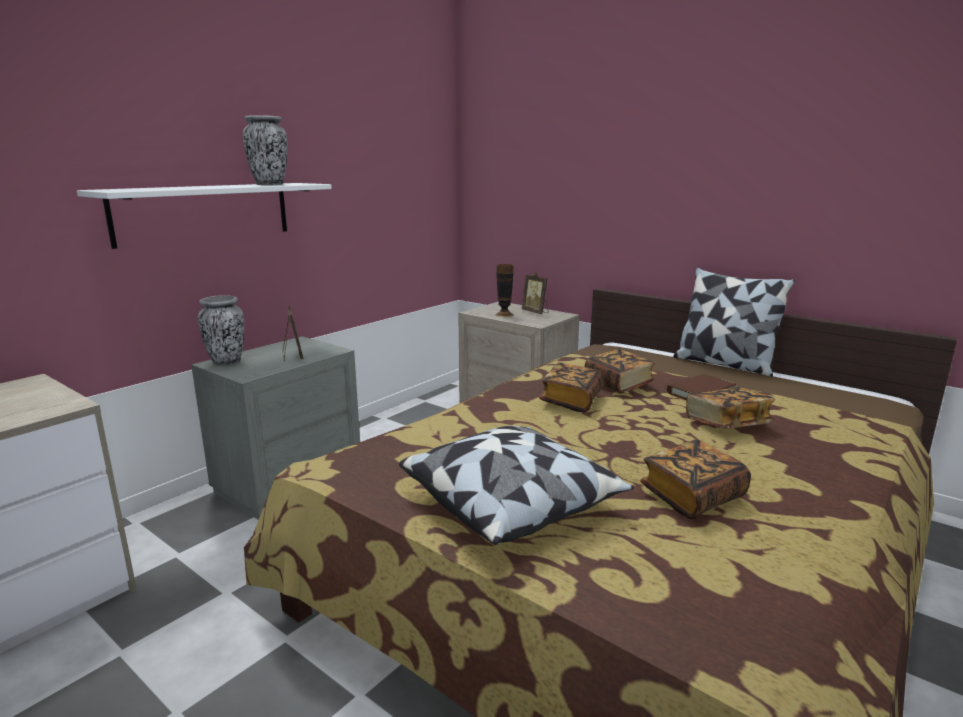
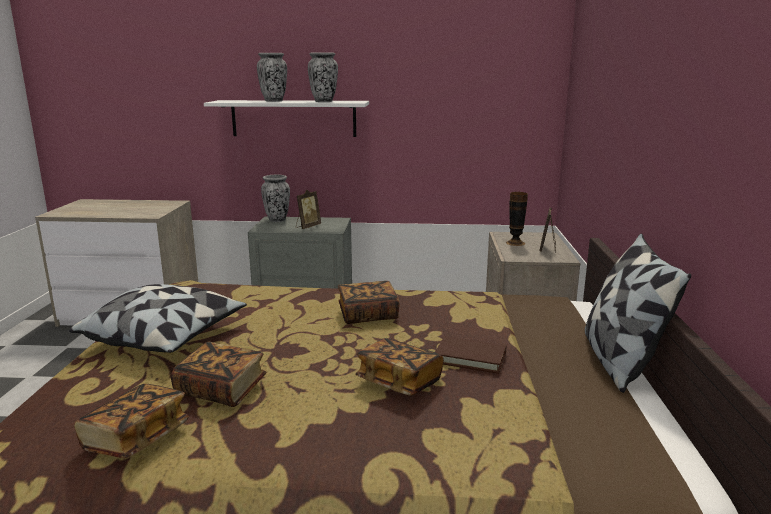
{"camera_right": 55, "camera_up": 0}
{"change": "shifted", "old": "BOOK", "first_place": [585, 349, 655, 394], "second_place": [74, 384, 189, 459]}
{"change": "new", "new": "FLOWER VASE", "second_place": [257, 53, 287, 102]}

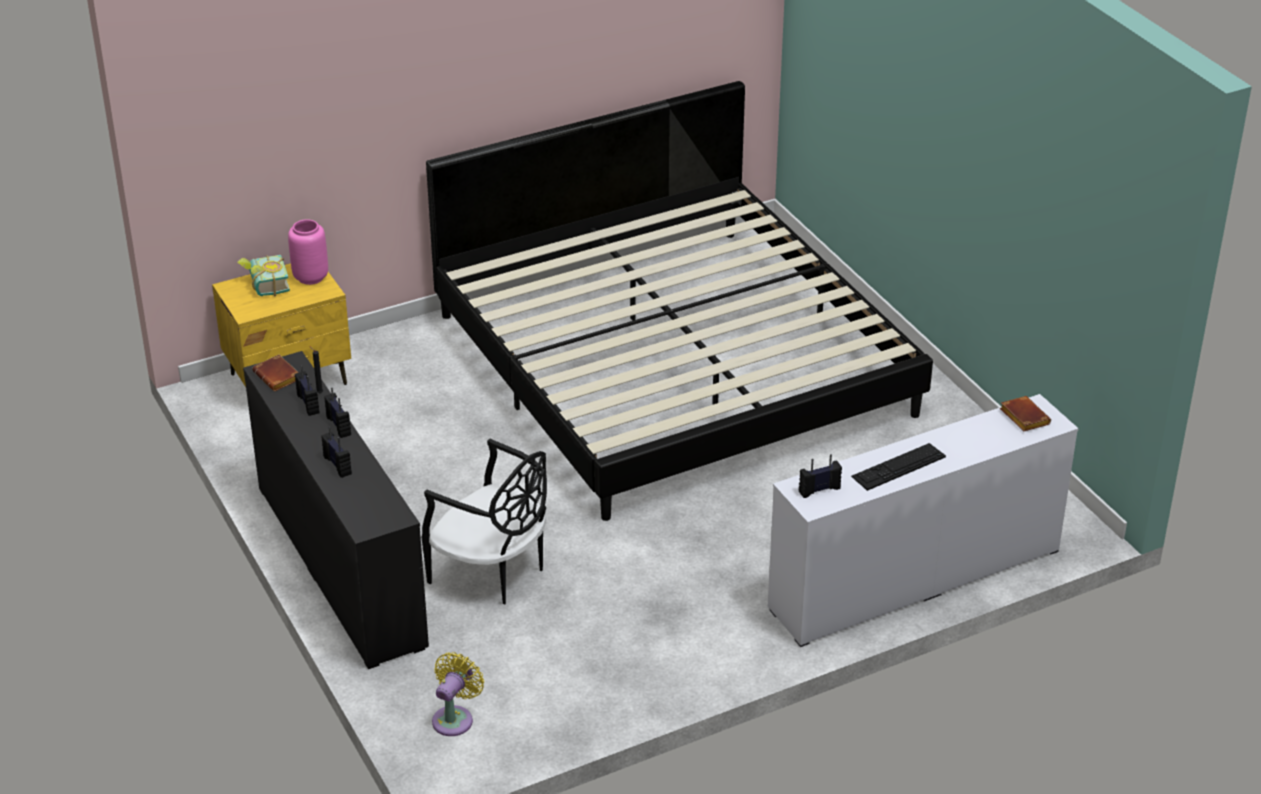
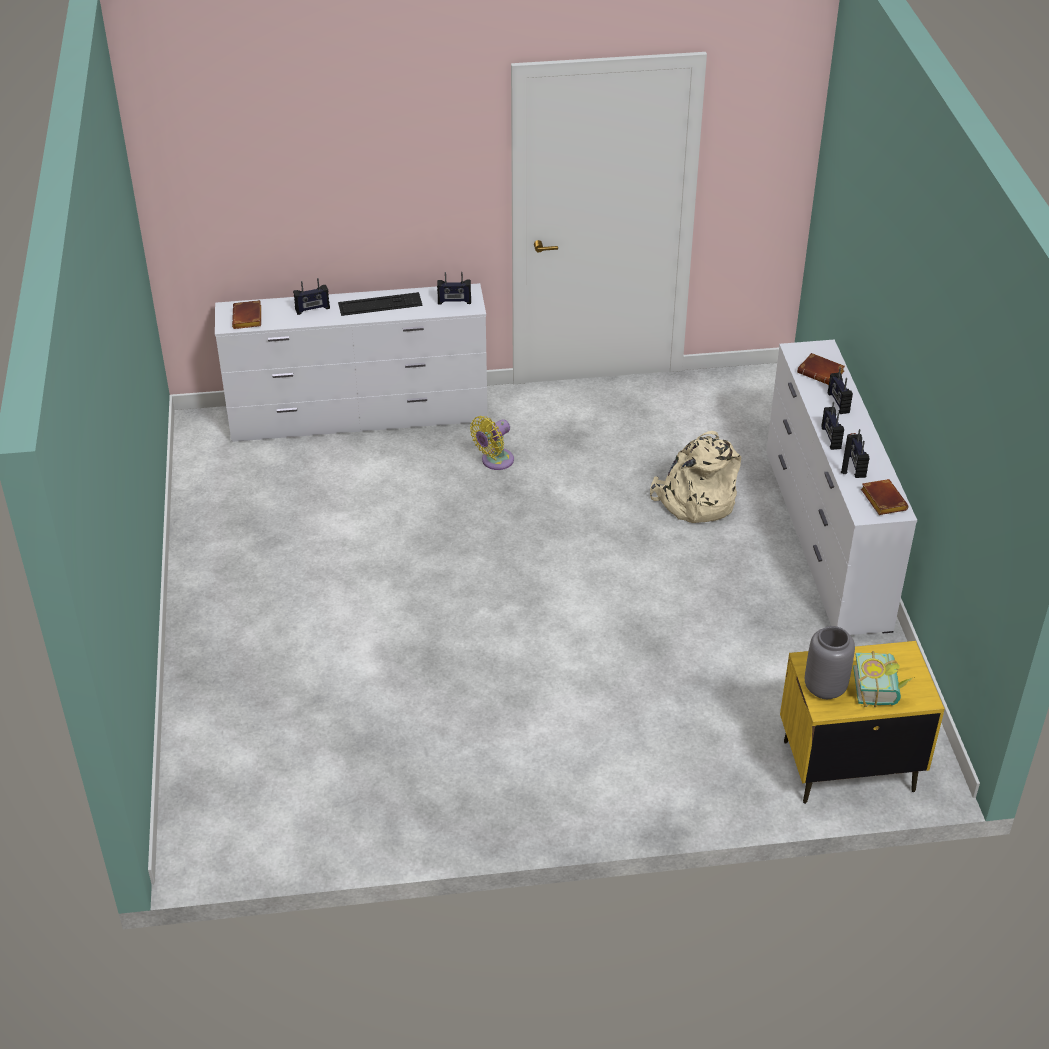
{"camera_right": -160, "camera_up": 5}
{"change": "new", "new": "RADIO SET", "second_place": [293, 278, 330, 315]}
{"change": "shifted", "old": "YELLOWISH ELECTRIC FAN", "first_place": [432, 652, 484, 736], "second_place": [470, 416, 514, 470]}
{"change": "swapped", "old": "BLACK-COLOURED PLAIN CHAIR", "new": "BEIGE RUCKSACK", "first_place": [421, 439, 547, 604], "second_place": [650, 431, 741, 523]}
{"change": "repainted", "old": "BLACK-COLOURED DRAWER CHEST", "new": "WHITE DRAWER CHEST", "first_place": [243, 351, 429, 669], "second_place": [766, 339, 917, 635]}
{"change": "new", "new": "BROWN-COLOURED BOOK", "second_place": [797, 353, 845, 385]}
{"change": "repainted", "old": "PINK-COLOURED FLOWER VASE", "new": "GREY FLOWER VASE", "first_place": [288, 219, 328, 285], "second_place": [805, 626, 855, 699]}
{"change": "gone", "old": "BED", "first_place": [426, 81, 933, 521]}

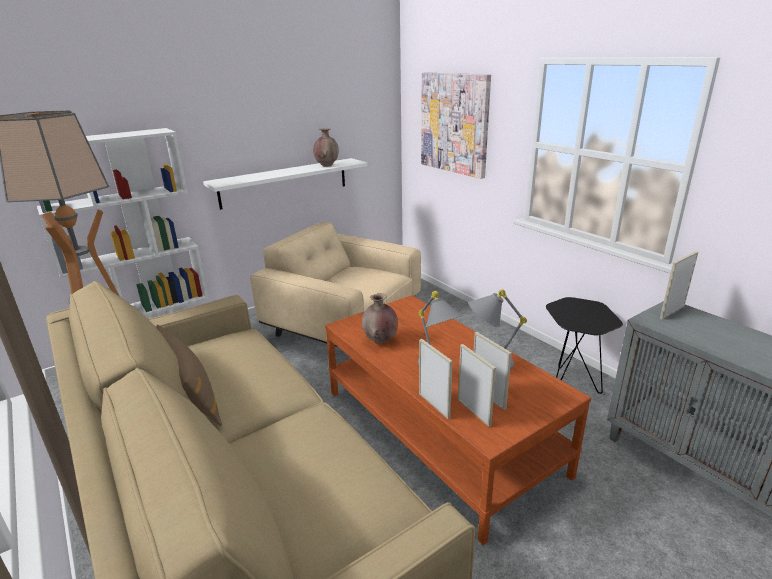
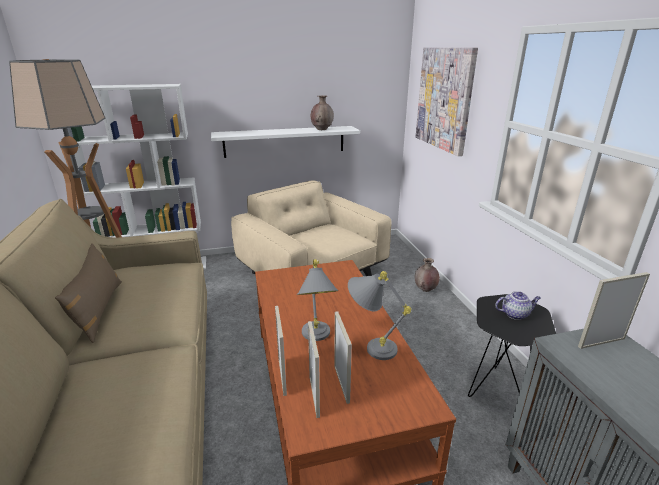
{"camera_right": 20, "camera_up": 0}
{"change": "shifted", "old": "BROWN-COLOURED FLOWER VASE", "first_place": [362, 293, 398, 344], "second_place": [415, 258, 440, 292]}
{"change": "new", "new": "TEAPOT", "second_place": [495, 292, 541, 320]}

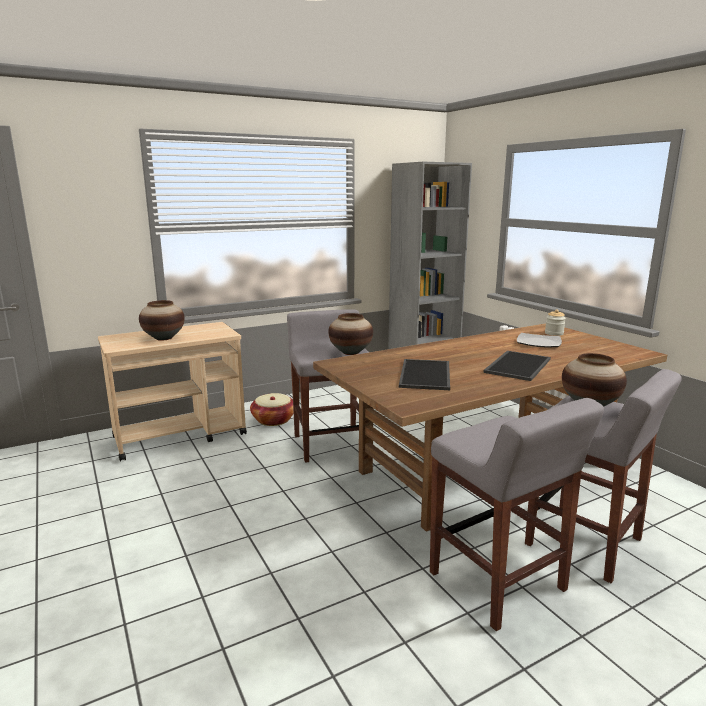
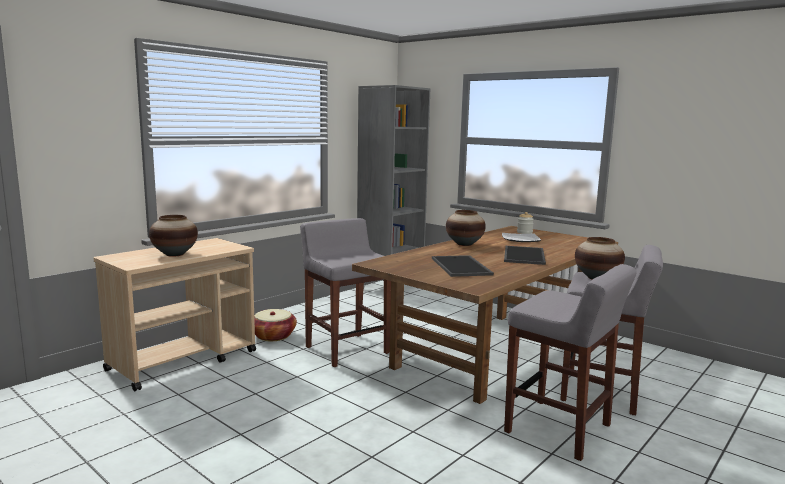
{"camera_right": -20, "camera_up": -5}
{"change": "shifted", "old": "FLOWER VASE", "first_place": [328, 313, 373, 355], "second_place": [446, 210, 486, 246]}

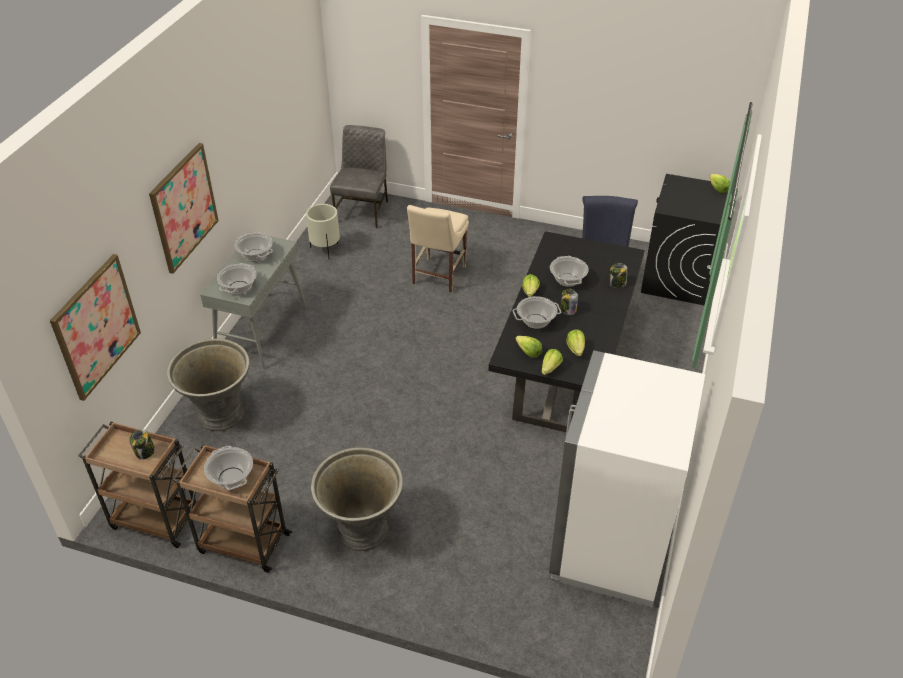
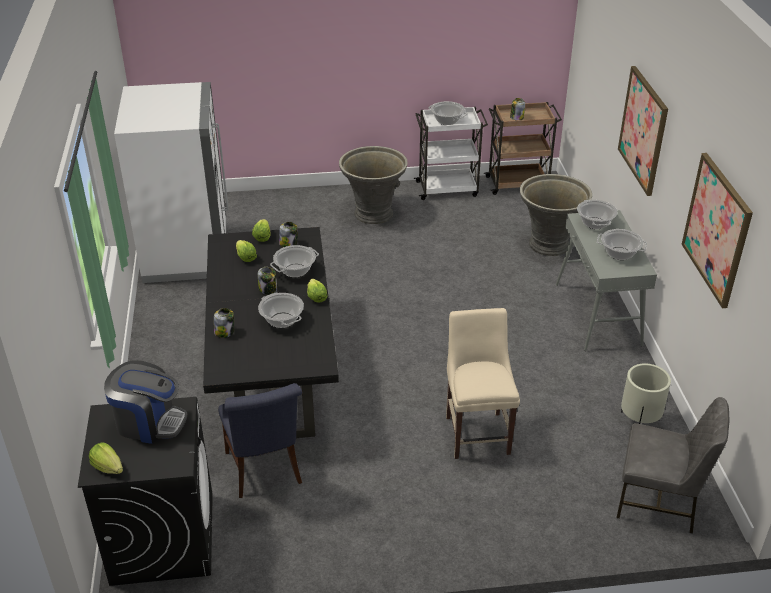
{"camera_right": 155, "camera_up": -5}
{"change": "new", "new": "COFFEE MACHINE", "second_place": [104, 360, 187, 444]}
{"change": "swapped", "old": "HEAD OF LETTUCE", "new": "JAR", "first_place": [515, 336, 542, 358], "second_place": [279, 222, 298, 247]}
{"change": "repainted", "old": "BROWN-COLOURED WHEELED CART", "new": "WHITE WHEELED CART", "first_place": [172, 444, 293, 573], "second_place": [414, 107, 488, 200]}
{"change": "rotated", "old": "GREY PLAIN CHAIR", "first_place": [330, 125, 388, 228], "second_place": [617, 397, 729, 534], "degrees": -60}
{"change": "shifted", "old": "PICTURE", "first_place": [50, 254, 141, 401], "second_place": [681, 153, 753, 308]}

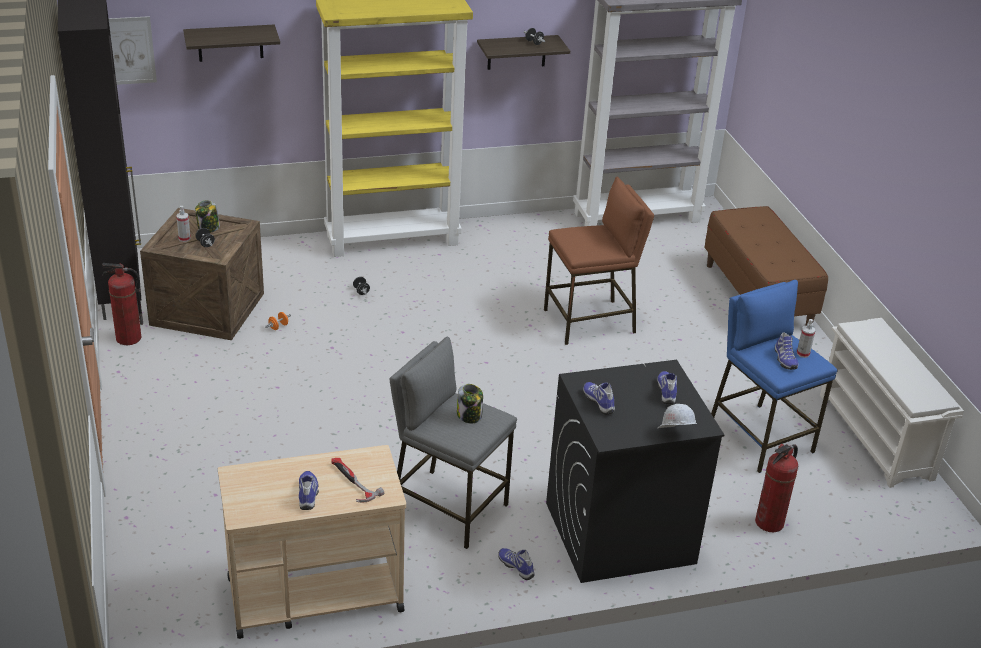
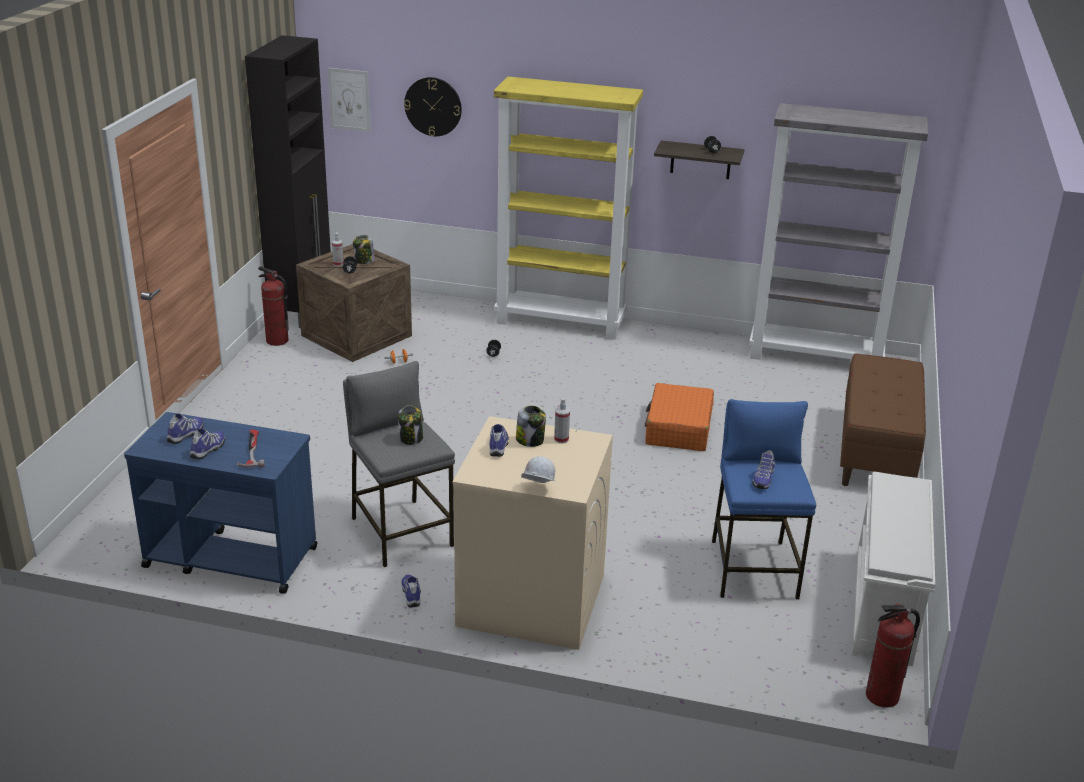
{"camera_right": 30, "camera_up": -5}
{"change": "repainted", "old": "BEIGE WHEELED CART", "new": "BLUE-COLOURED WHEELED CART", "first_place": [218, 445, 406, 639], "second_place": [124, 412, 318, 594]}
{"change": "shifted", "old": "ITEM OF FOOTWEAR", "first_place": [657, 371, 677, 405], "second_place": [167, 413, 204, 444]}
{"change": "swapped", "old": "BRACKET SHELF", "new": "WALL CLOCK", "first_place": [183, 25, 280, 62], "second_place": [404, 77, 462, 136]}
{"change": "repainted", "old": "BLACK-COLOURED LAUNDRY MACHINE", "new": "BEIGE LAUNDRY MACHINE", "first_place": [546, 360, 724, 583], "second_place": [452, 416, 613, 650]}
{"change": "new", "new": "JAR", "second_place": [516, 406, 546, 447]}
{"change": "shifted", "old": "SPRAYER", "first_place": [797, 319, 815, 358], "second_place": [554, 398, 570, 444]}
{"change": "swapped", "old": "BROWN-COLOURED STOOL", "new": "ORANGEY PIECE OF LUGGAGE", "first_place": [544, 176, 654, 345], "second_place": [645, 383, 714, 451]}
{"change": "shifted", "old": "EXTINGUISHER", "first_place": [755, 444, 798, 532], "second_place": [866, 604, 920, 708]}

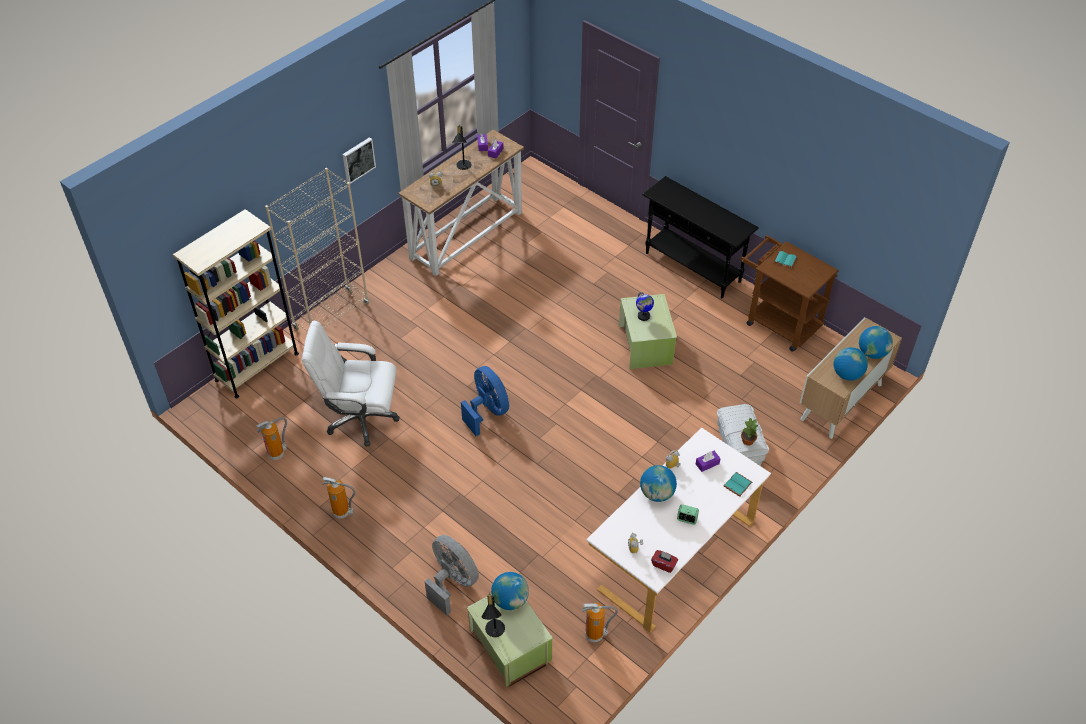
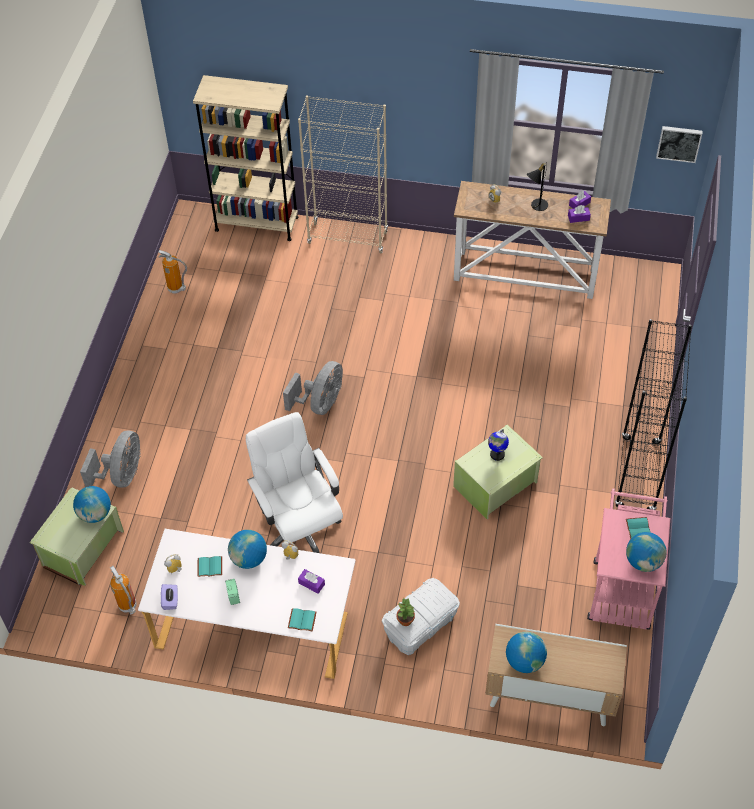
{"camera_right": 60, "camera_up": 5}
{"change": "repainted", "old": "REDDISH BOX OF TISSUES", "new": "PURPLE BOX OF TISSUES", "first_place": [651, 550, 678, 573], "second_place": [161, 584, 178, 610]}
{"change": "new", "new": "TURQUOISE-COLOURED BOOK", "second_place": [197, 556, 222, 577]}
{"change": "shifted", "old": "WHITE DESK CHAIR", "first_place": [302, 321, 400, 447], "second_place": [246, 412, 343, 553]}
{"change": "repainted", "old": "BLUE-COLOURED ELECTRIC FAN", "new": "GREY ELECTRIC FAN", "first_place": [461, 366, 509, 436], "second_place": [283, 361, 343, 415]}
{"change": "repainted", "old": "BROWN-COLOURED WHEELED CART", "new": "PINK-COLOURED WHEELED CART", "first_place": [740, 235, 839, 352], "second_place": [587, 488, 670, 630]}
{"change": "swapped", "old": "BLACK-COLOURED NARROW TABLE", "new": "BLACK-COLOURED BOOKSHELF", "first_place": [642, 176, 759, 298], "second_place": [615, 319, 692, 510]}
{"change": "shifted", "old": "DESK GLOBE", "first_place": [859, 326, 893, 359], "second_place": [626, 532, 667, 572]}
{"change": "shifted", "old": "PICTURE", "first_place": [342, 137, 376, 184], "second_place": [656, 126, 703, 163]}
{"change": "gone", "old": "EXTINGUISHER", "first_place": [322, 477, 356, 519]}
{"change": "gone", "old": "BLACK-COLOURED TABLETOP LAMP", "first_place": [482, 593, 505, 637]}

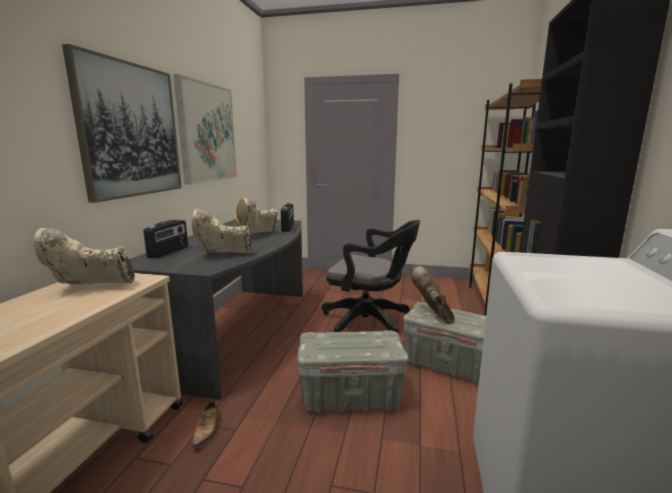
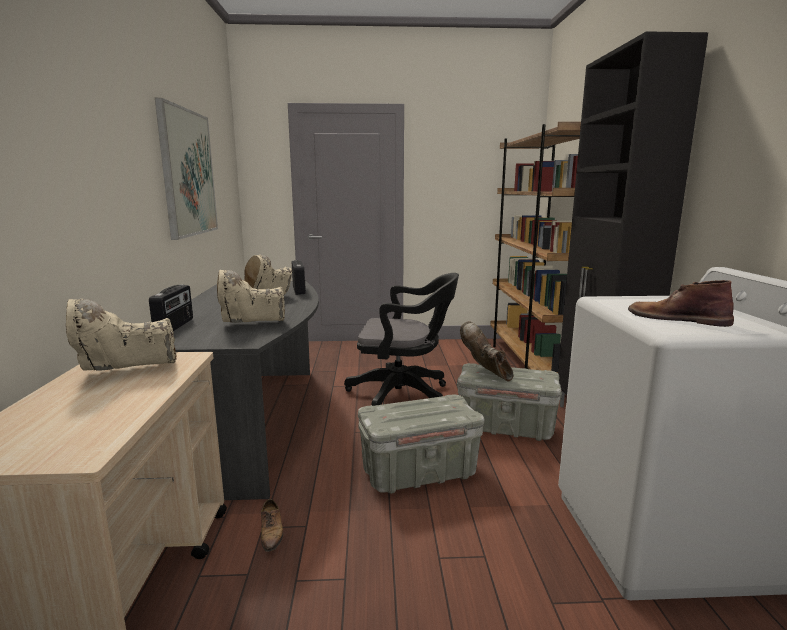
{"camera_right": -15, "camera_up": 0}
{"change": "new", "new": "BROWN-COLOURED TALL BOOT", "second_place": [628, 280, 734, 327]}
{"change": "gone", "old": "PICTURE", "first_place": [62, 44, 182, 203]}

